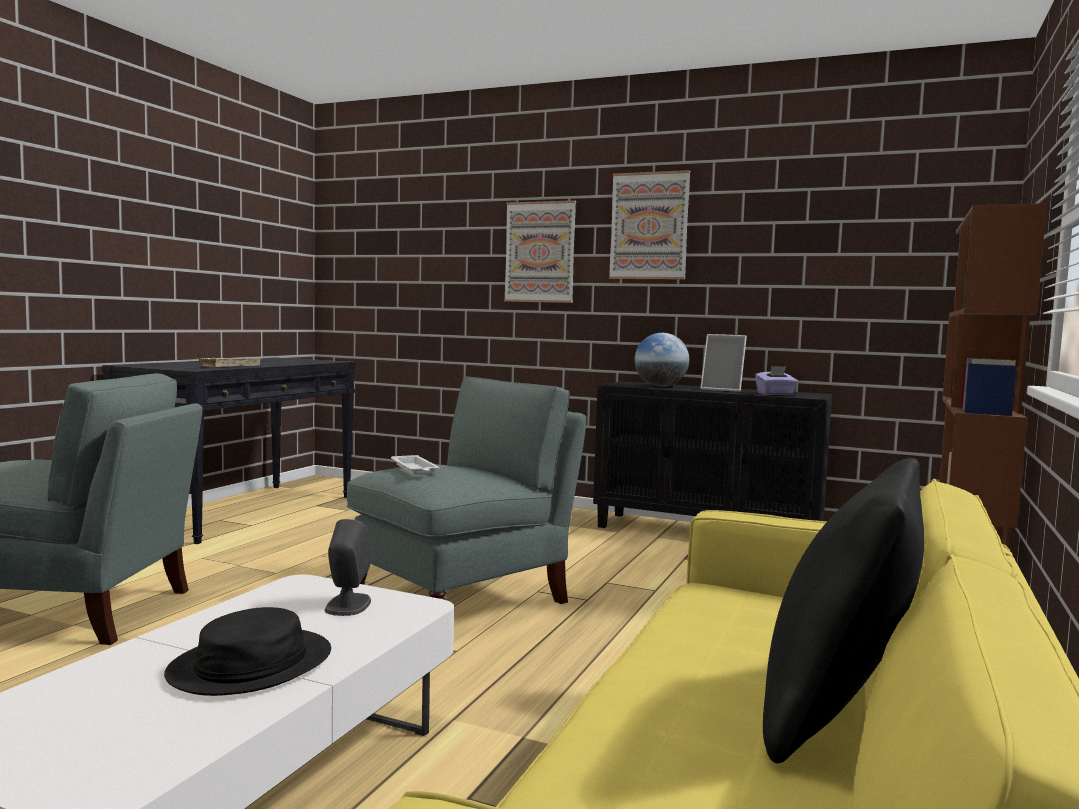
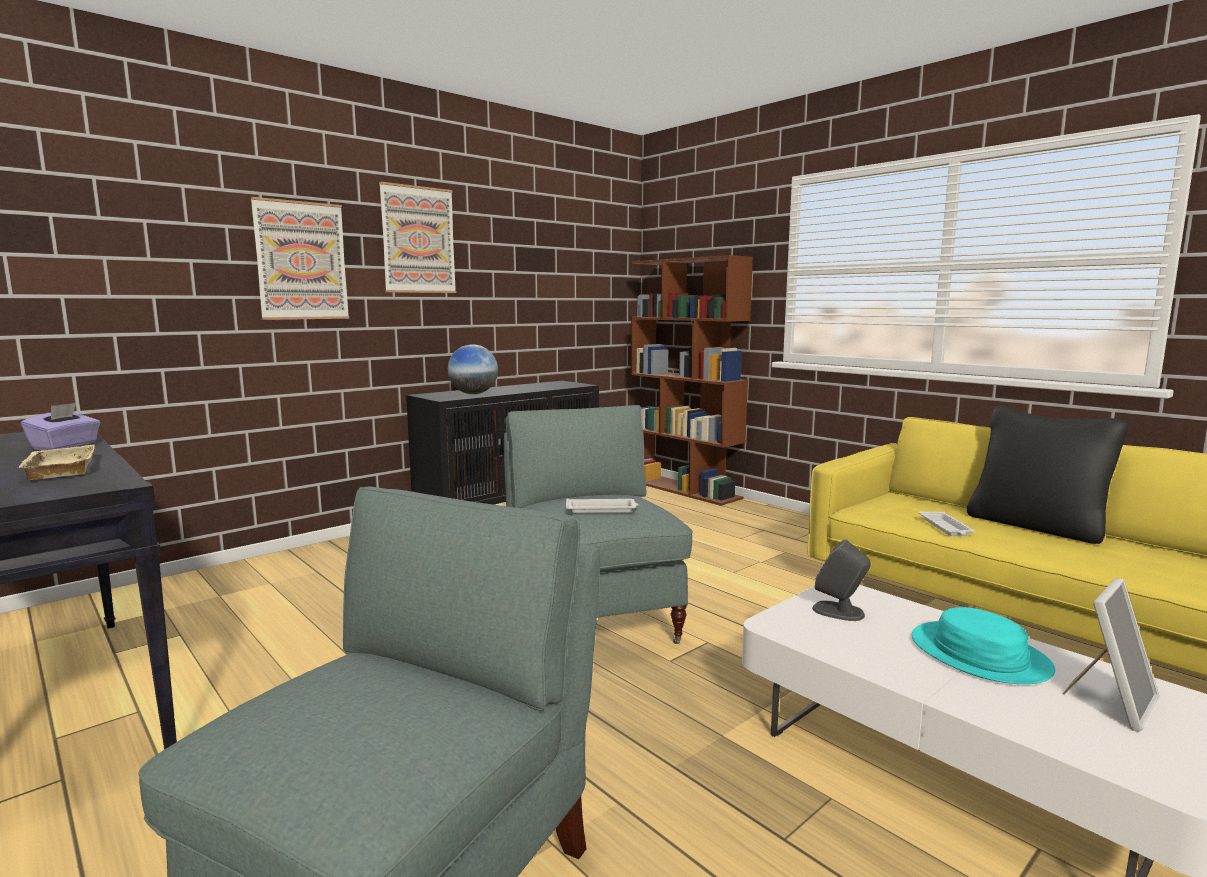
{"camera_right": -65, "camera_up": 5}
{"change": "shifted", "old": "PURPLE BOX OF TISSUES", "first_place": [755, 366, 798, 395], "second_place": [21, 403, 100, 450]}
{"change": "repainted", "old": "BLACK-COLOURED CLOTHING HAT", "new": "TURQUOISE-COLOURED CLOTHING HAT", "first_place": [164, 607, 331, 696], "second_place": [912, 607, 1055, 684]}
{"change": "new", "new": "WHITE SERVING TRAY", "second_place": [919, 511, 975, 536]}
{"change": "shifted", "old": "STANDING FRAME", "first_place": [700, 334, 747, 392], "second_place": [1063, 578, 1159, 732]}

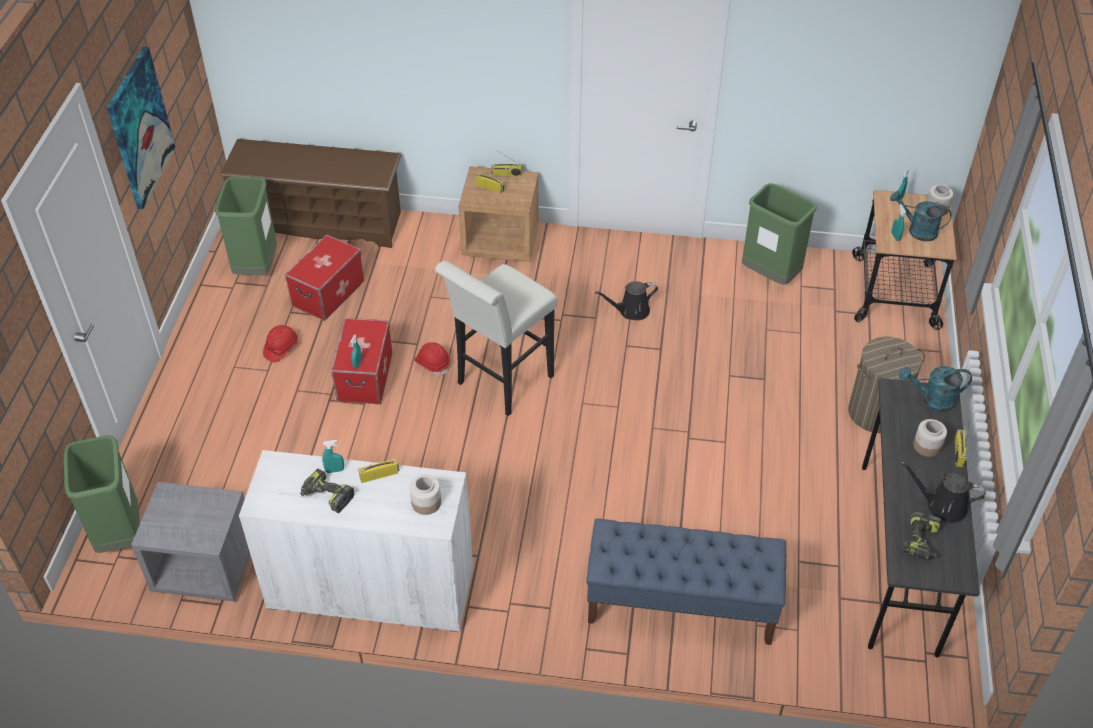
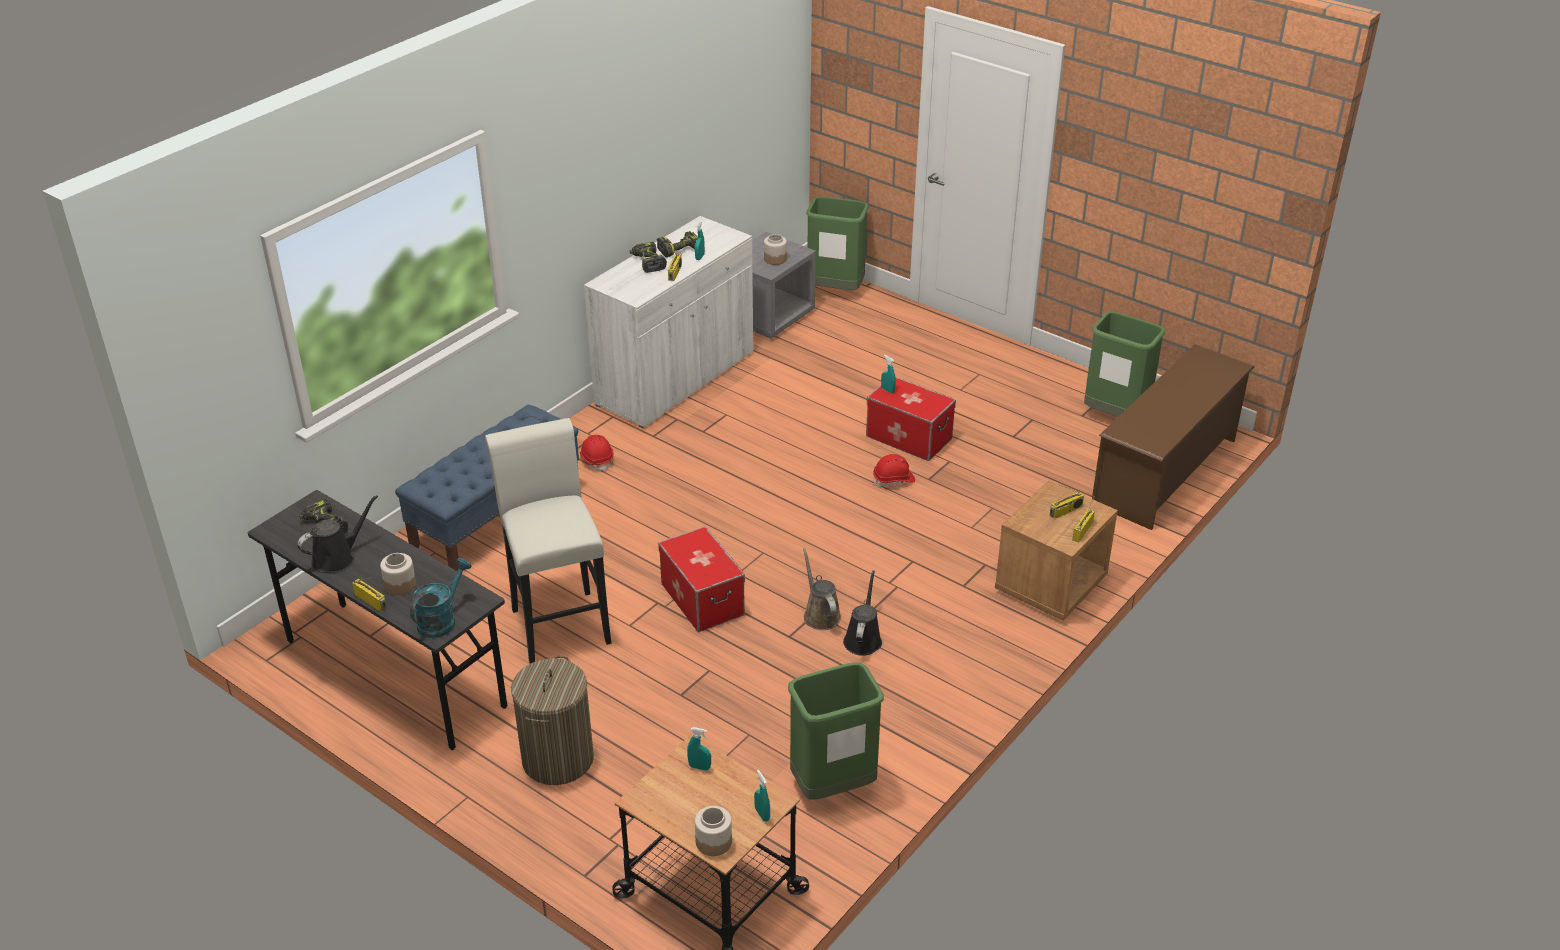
{"camera_right": 120, "camera_up": -10}
{"change": "shifted", "old": "WHITE STOOL", "first_place": [435, 260, 557, 416], "second_place": [485, 418, 612, 664]}
{"change": "shifted", "old": "REDDISH HARD HAT", "first_place": [263, 325, 298, 362], "second_place": [580, 434, 614, 471]}
{"change": "new", "new": "POWER DRILL", "second_place": [630, 242, 667, 273]}
{"change": "shifted", "old": "STORAGE CONTAINER", "first_place": [285, 235, 364, 321], "second_place": [658, 526, 745, 632]}
{"change": "shifted", "old": "JAR", "first_place": [410, 475, 441, 515], "second_place": [764, 234, 787, 265]}
{"change": "new", "new": "BROWN-COLOURED WATERING POT", "second_place": [803, 548, 841, 630]}
{"change": "gone", "old": "PICTURE", "first_place": [107, 47, 175, 209]}
{"change": "gone", "old": "TURQUOISE-COLOURED WATERING POT", "first_place": [890, 191, 952, 242]}

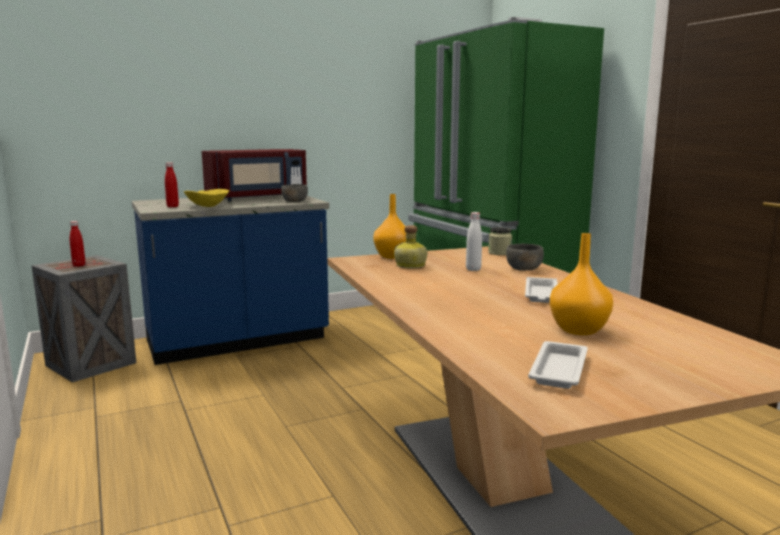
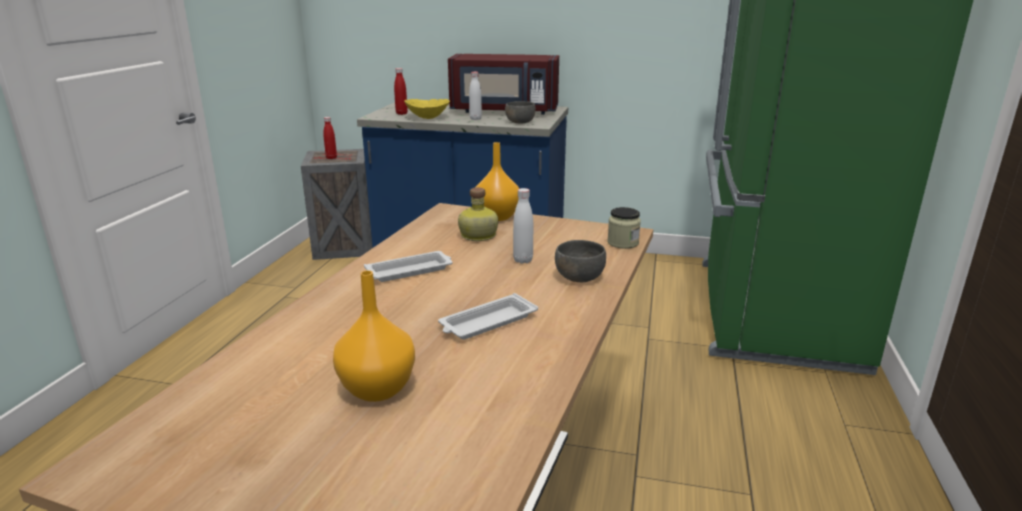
{"camera_right": 40, "camera_up": 10}
{"change": "shifted", "old": "WHITE SERVING TRAY", "first_place": [528, 341, 588, 389], "second_place": [364, 251, 453, 282]}
{"change": "new", "new": "WHITE DRINK BOTTLE", "second_place": [469, 72, 482, 120]}

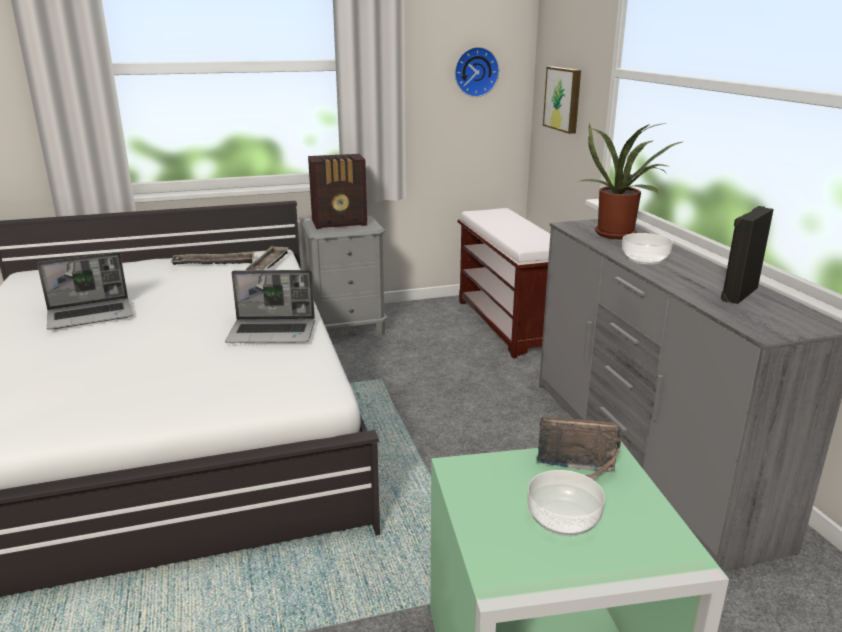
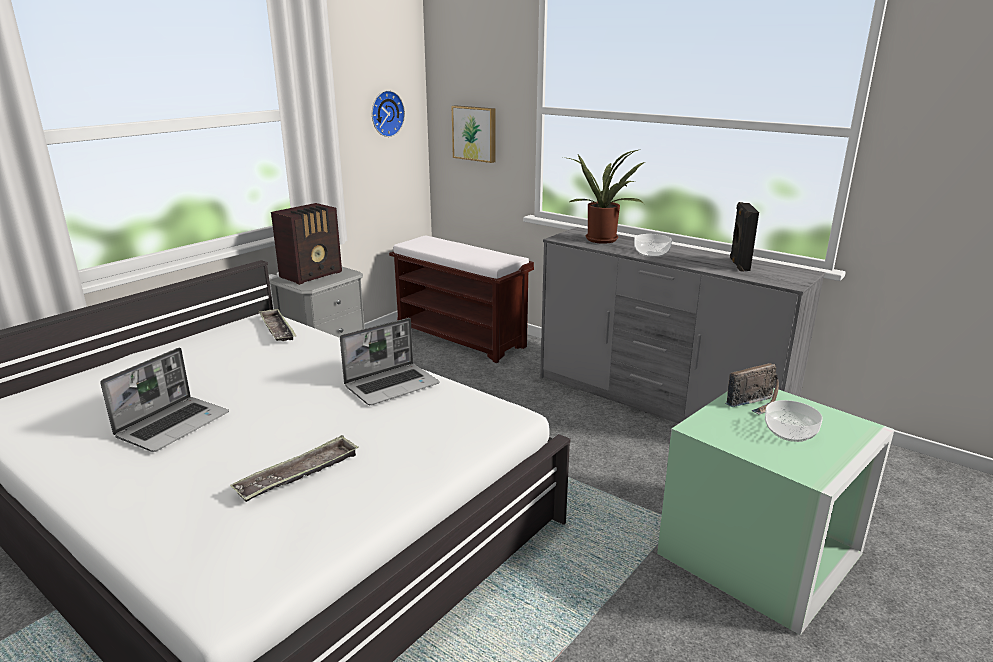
{"camera_right": -35, "camera_up": 0}
{"change": "shifted", "old": "SERVING TRAY", "first_place": [171, 251, 254, 265], "second_place": [230, 435, 359, 502]}

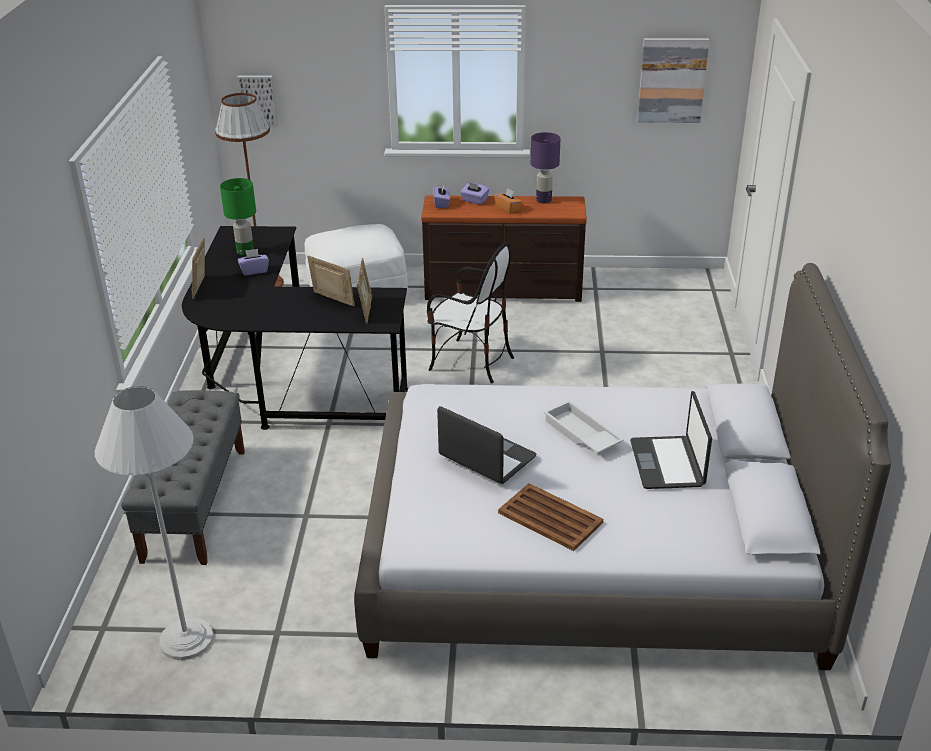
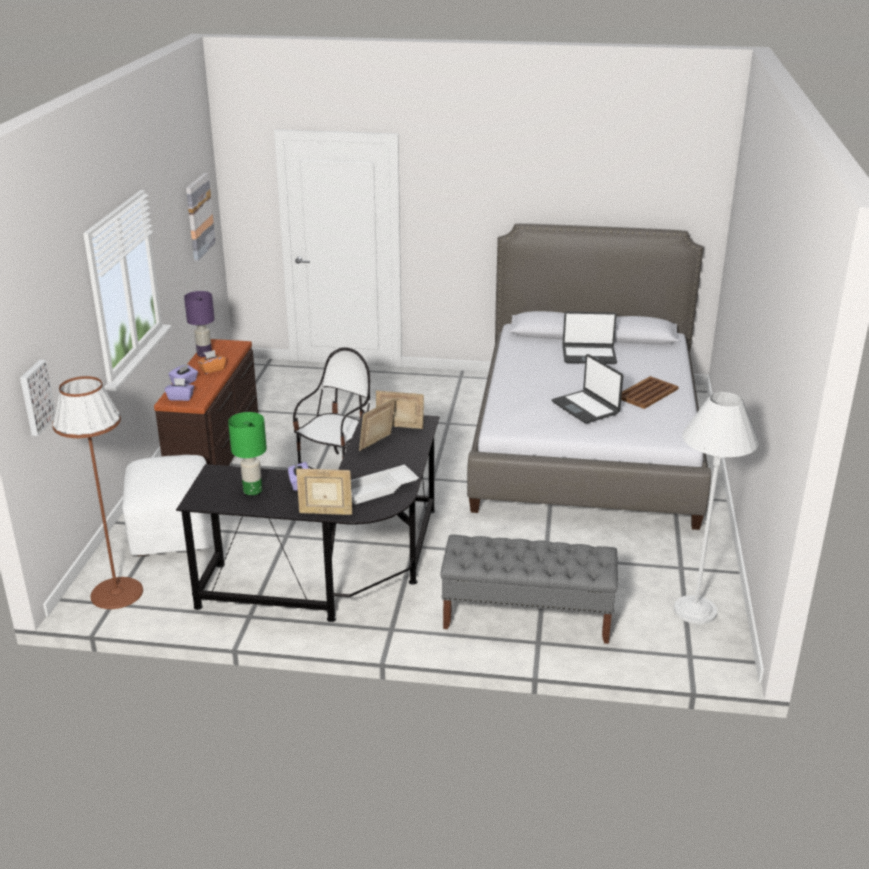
{"camera_right": -85, "camera_up": -5}
{"change": "shifted", "old": "WHITE SERVING TRAY", "first_place": [543, 400, 624, 454], "second_place": [351, 465, 419, 505]}
{"change": "rotated", "old": "NOTEBOOK COMPUTER", "first_place": [437, 406, 536, 484], "second_place": [552, 354, 623, 423], "degrees": -75}

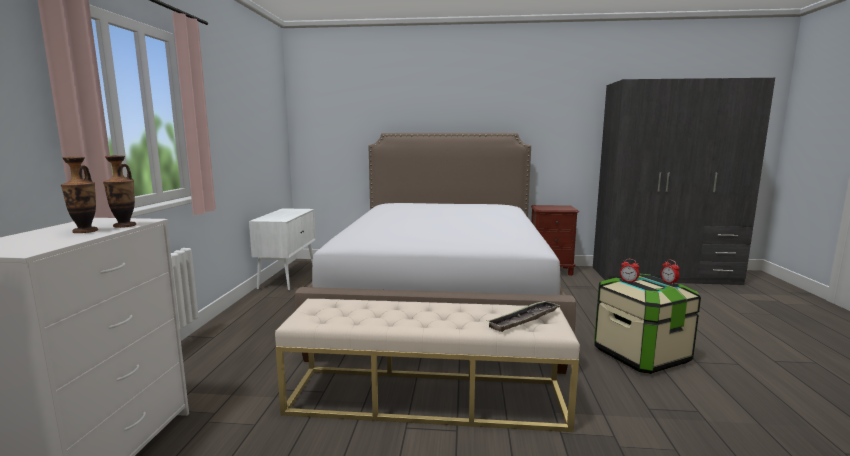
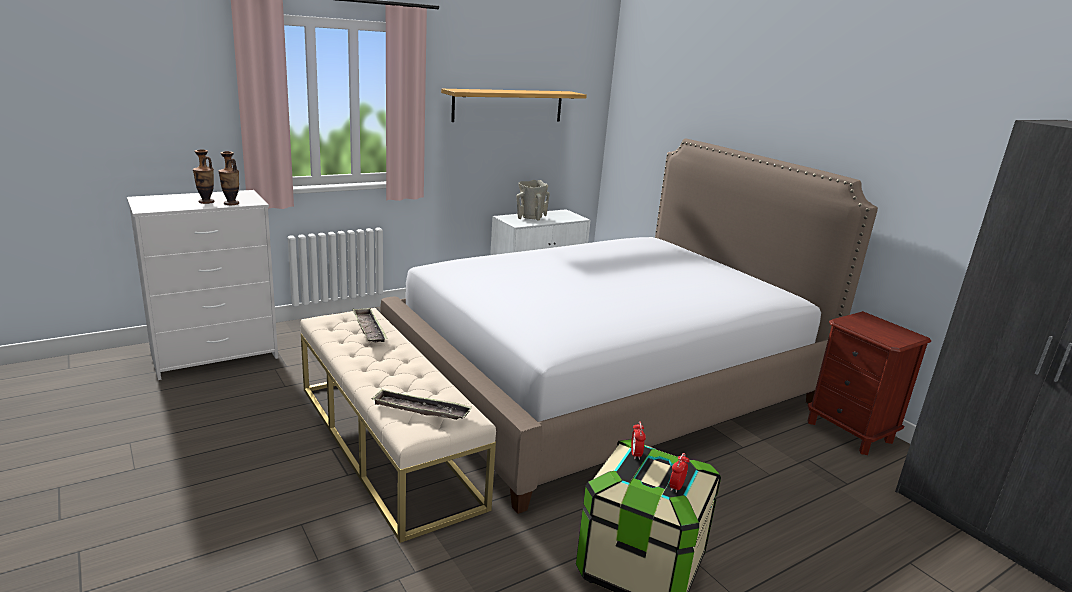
{"camera_right": 50, "camera_up": 10}
{"change": "new", "new": "SERVING TRAY", "second_place": [352, 308, 388, 343]}
{"change": "new", "new": "BRACKET SHELF", "second_place": [441, 89, 587, 122]}
{"change": "new", "new": "BEIGE FLOWER VASE", "second_place": [517, 180, 550, 221]}

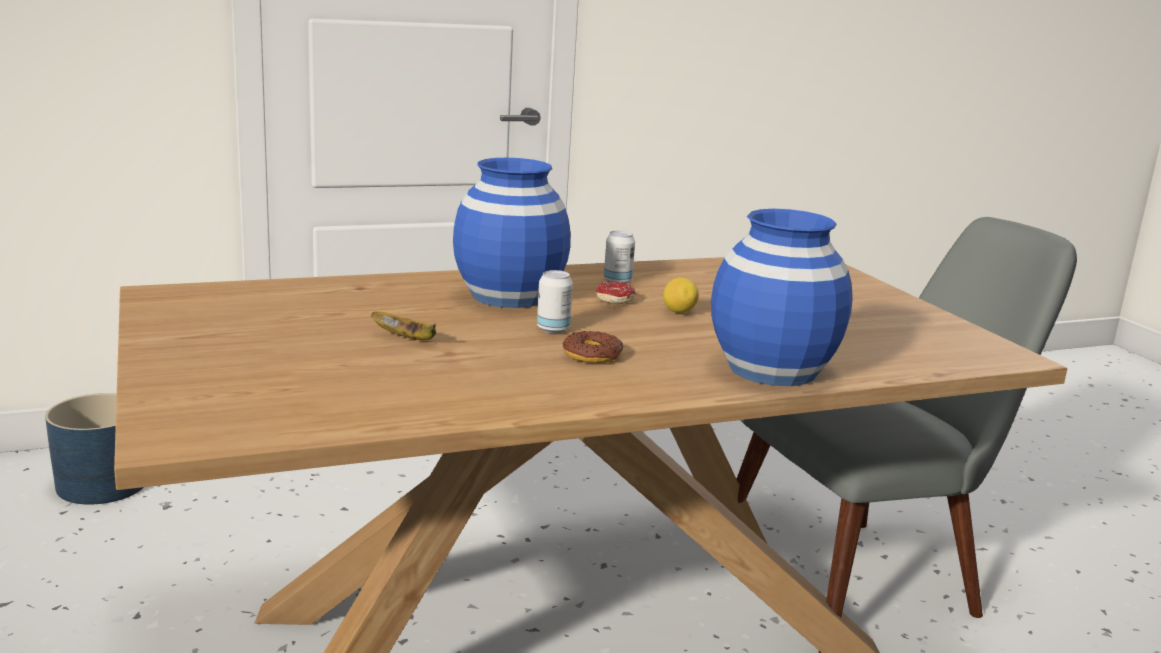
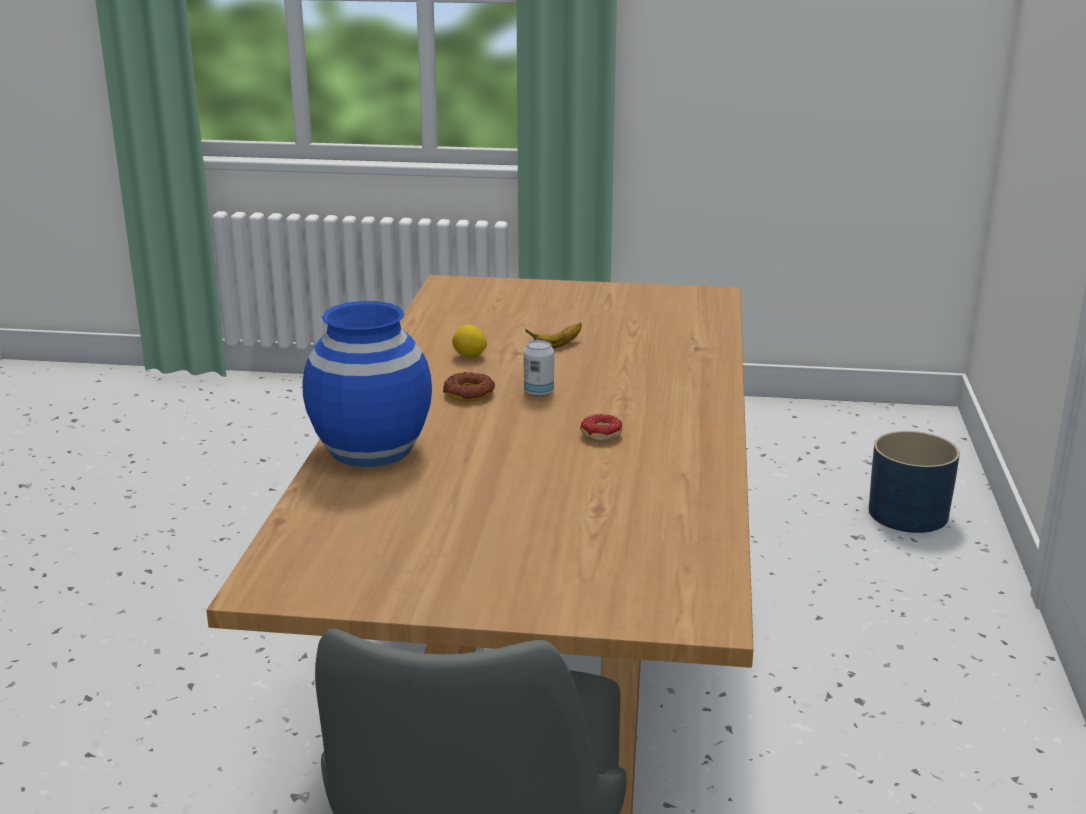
{"camera_right": 120, "camera_up": 5}
{"change": "shifted", "old": "CITRUS FRUIT", "first_place": [663, 278, 699, 313], "second_place": [452, 325, 487, 357]}
{"change": "gone", "old": "BLUE-COLOURED FLOWER VASE", "first_place": [453, 158, 571, 308]}
{"change": "gone", "old": "METAL CAN", "first_place": [604, 231, 635, 284]}

